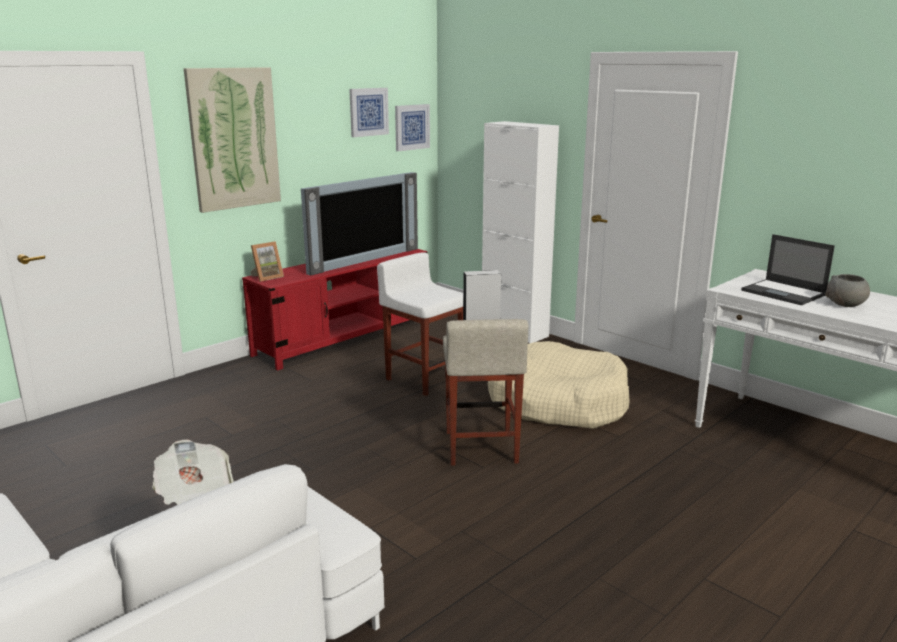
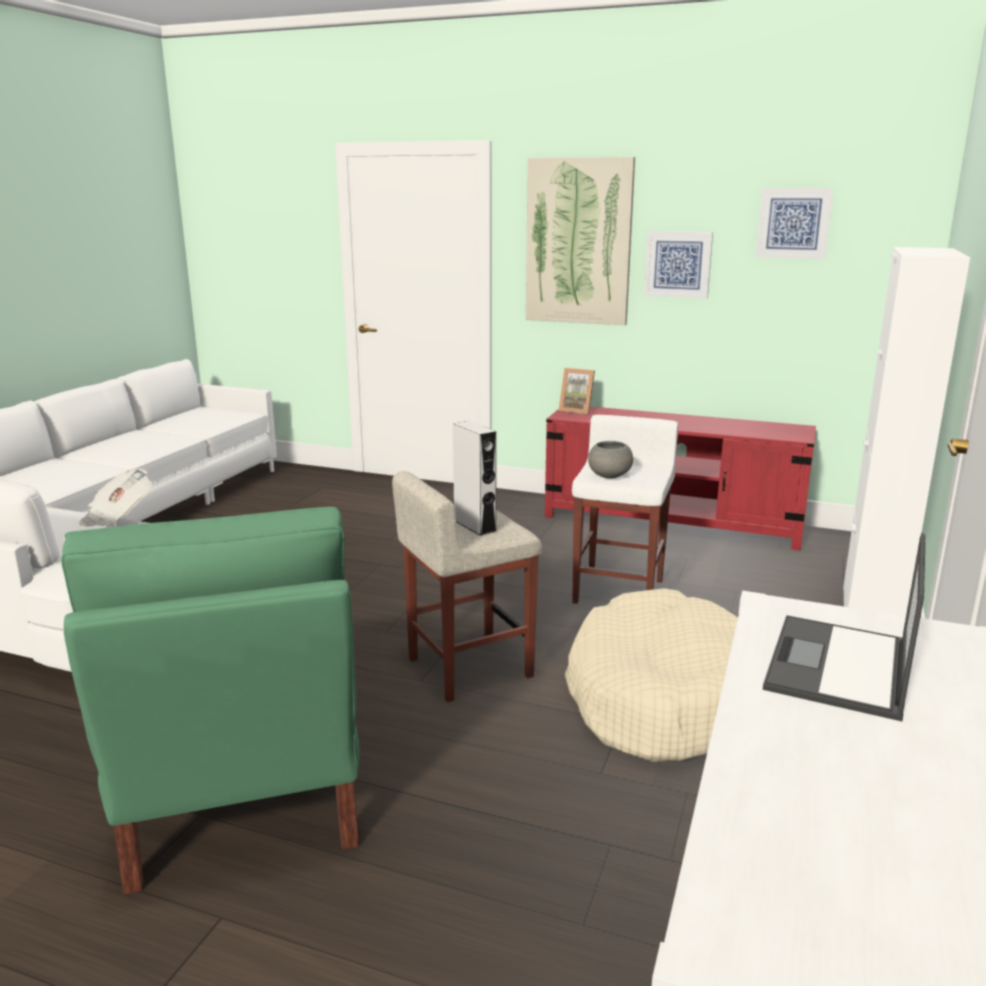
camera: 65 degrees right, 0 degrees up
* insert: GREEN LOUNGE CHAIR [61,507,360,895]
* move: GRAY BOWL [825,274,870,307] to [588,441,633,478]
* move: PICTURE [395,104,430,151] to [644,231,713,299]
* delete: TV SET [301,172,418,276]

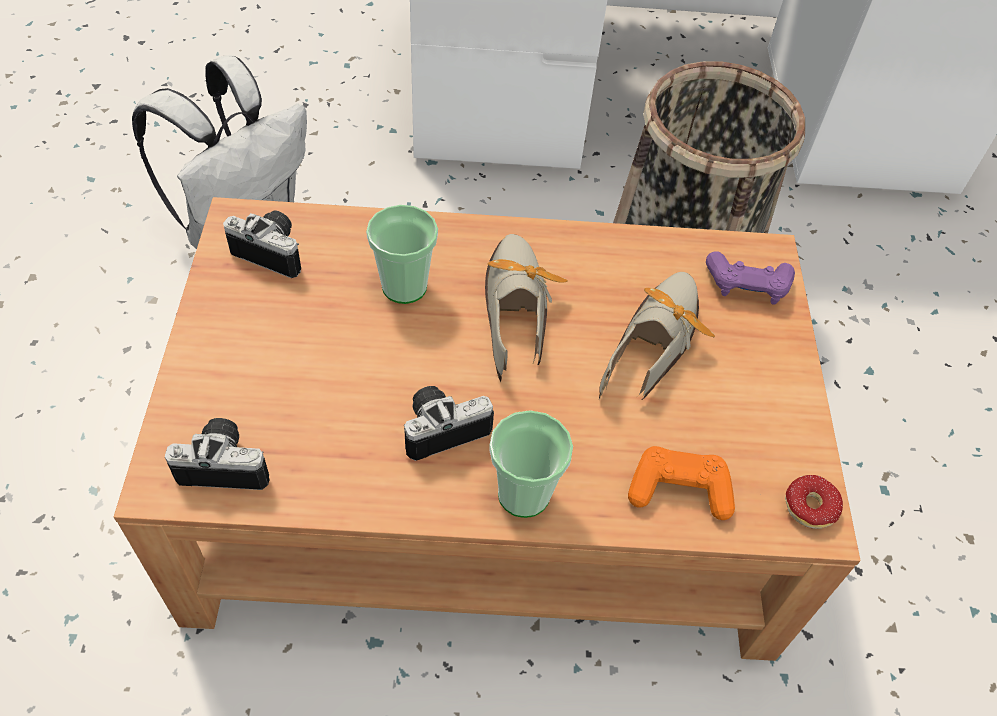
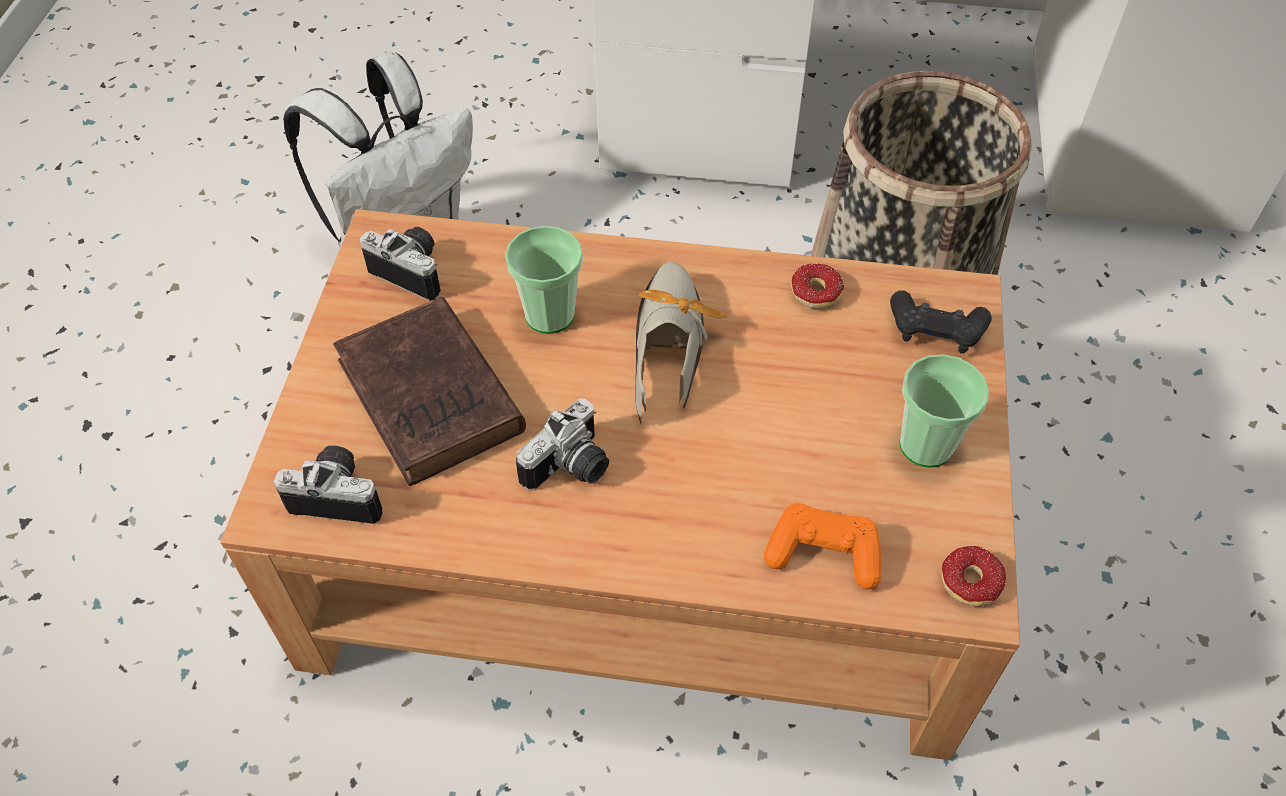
camera: 10 degrees right, 0 degrees up
* insert: BROWN-COLOURED BOUND BOOK [333,297,526,486]
* rotate: STILL CAMERA [404,386,494,461] = [516,398,609,490] 150 degrees clockwise
* insert: DOUGHNUT [791,263,844,309]
* recolor: PURPLE-COLOURED GAMEPAD [706,251,795,305] to BLACK GAMEPAD [890,291,992,354]
* move: DRINKING CUP [489,410,573,518] to [899,354,989,467]
* delete: SHOE [599,272,715,400]

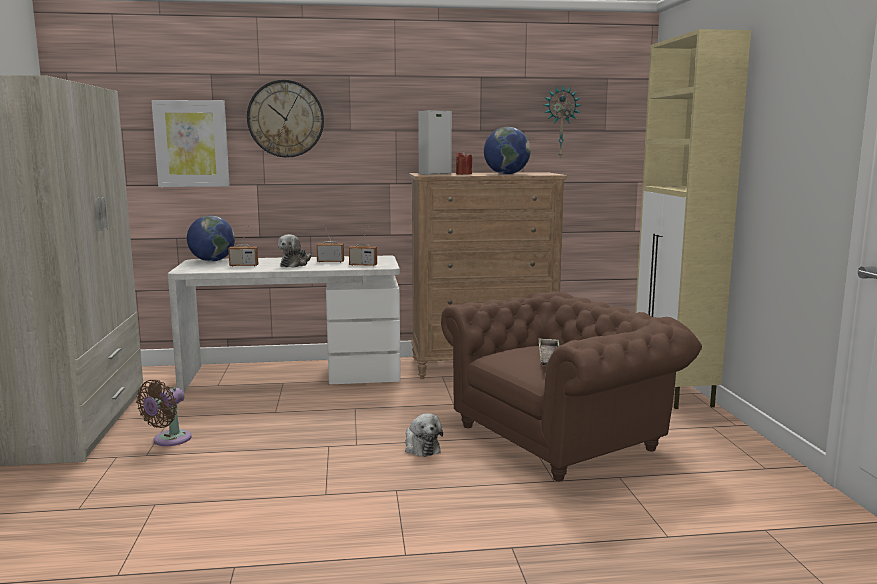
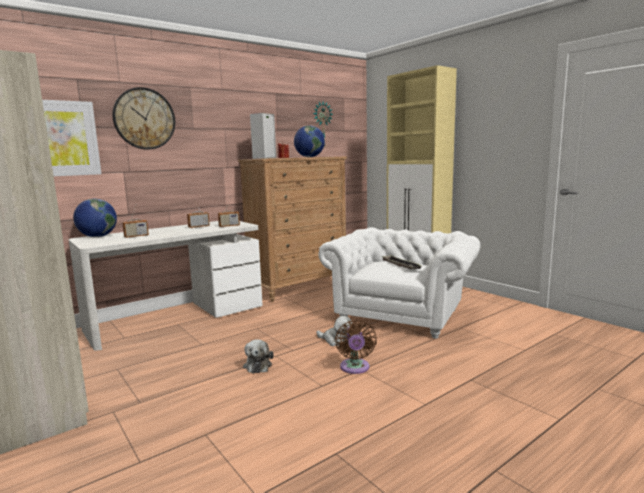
camera: 30 degrees left, 0 degrees up
* move: SOFT TOY [278,234,311,268] to [243,339,273,373]
* recolor: BROWN-COLOURED LOUNGE CHAIR [441,291,702,481] to WHITISH LOUNGE CHAIR [319,227,480,339]
* move: BROWN-COLOURED COOLING FAN [136,380,192,446] to [335,320,377,374]

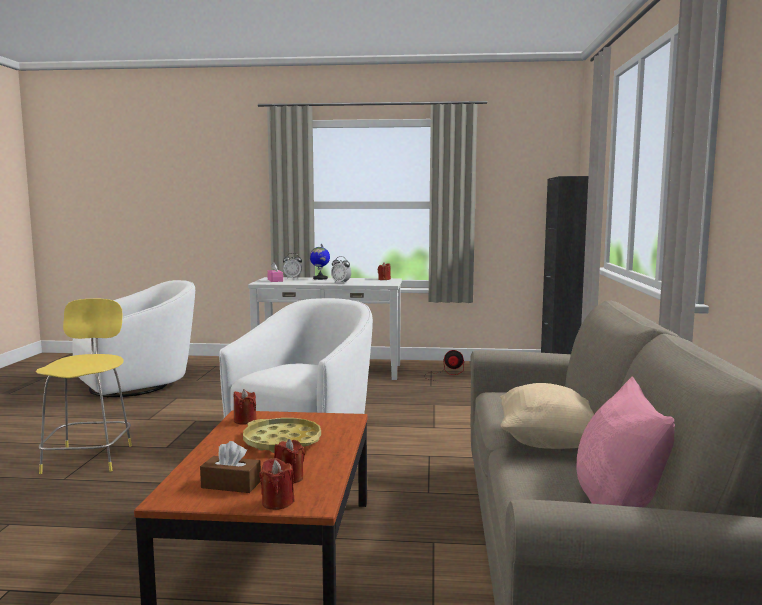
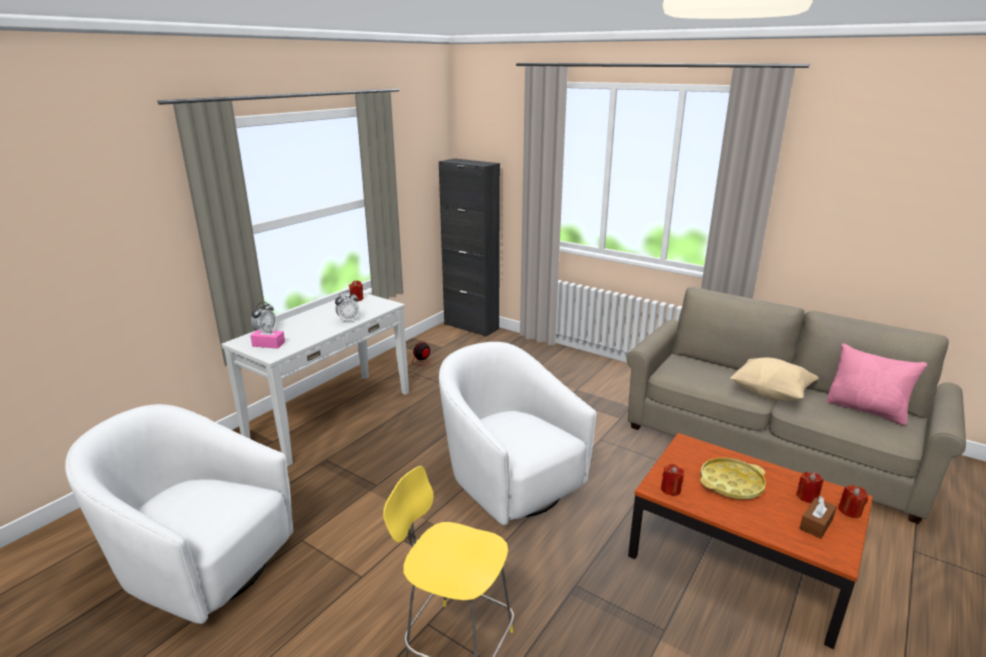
camera: 60 degrees left, 15 degrees up
* rotate: WHITISH LOUNGE CHAIR [72,280,195,398] = [65,404,293,624] 60 degrees counterclockwise
* delete: WORLD GLOBE [310,244,330,280]

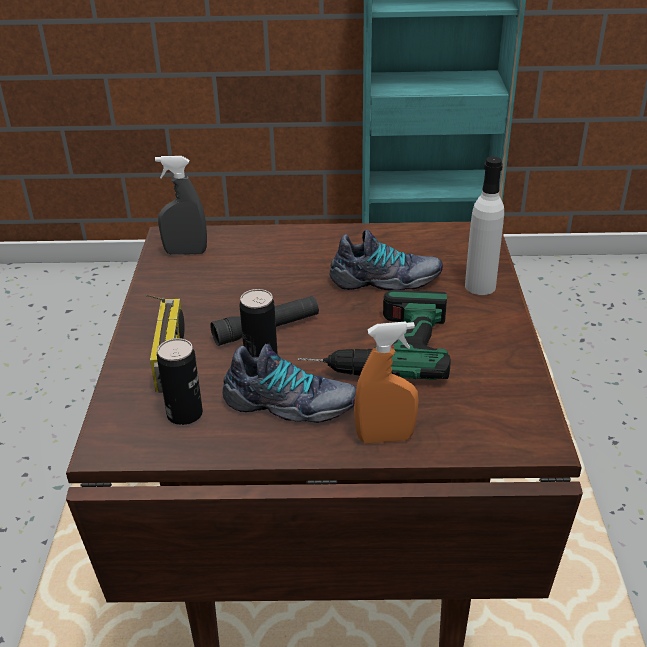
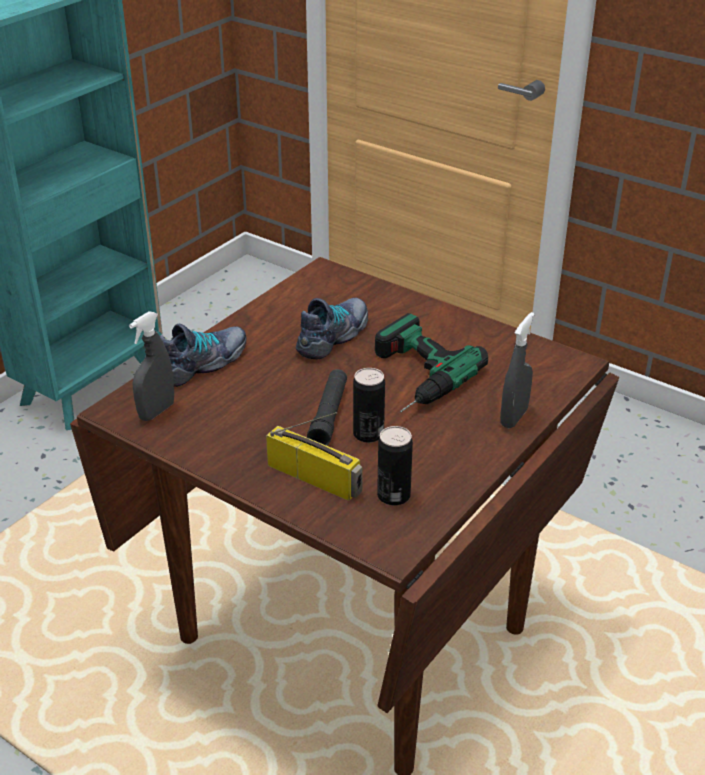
camera: 55 degrees left, 0 degrees up
* move: SHOE [223,344,356,423] to [160,324,246,387]
* recolor: ORANGEY HAND SPRAYER [354,321,419,444] to GRAY HAND SPRAYER [500,312,535,428]
* delete: WHITISH BOTTLE [465,157,504,295]

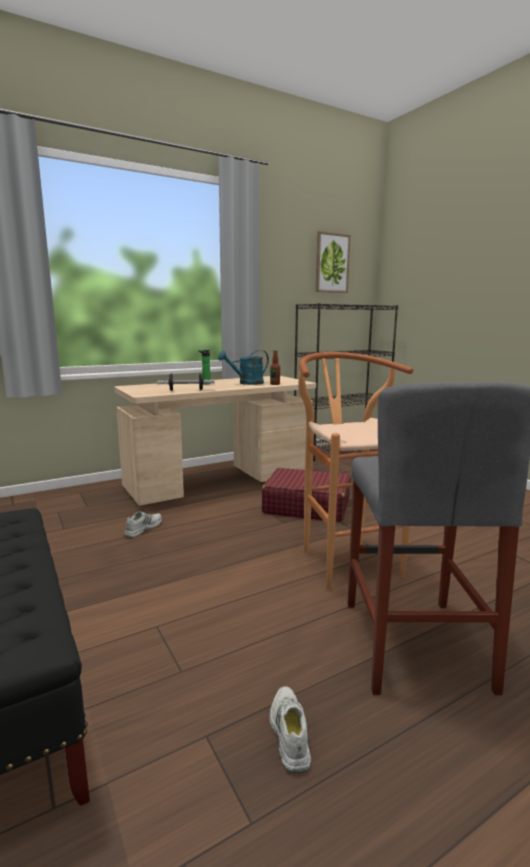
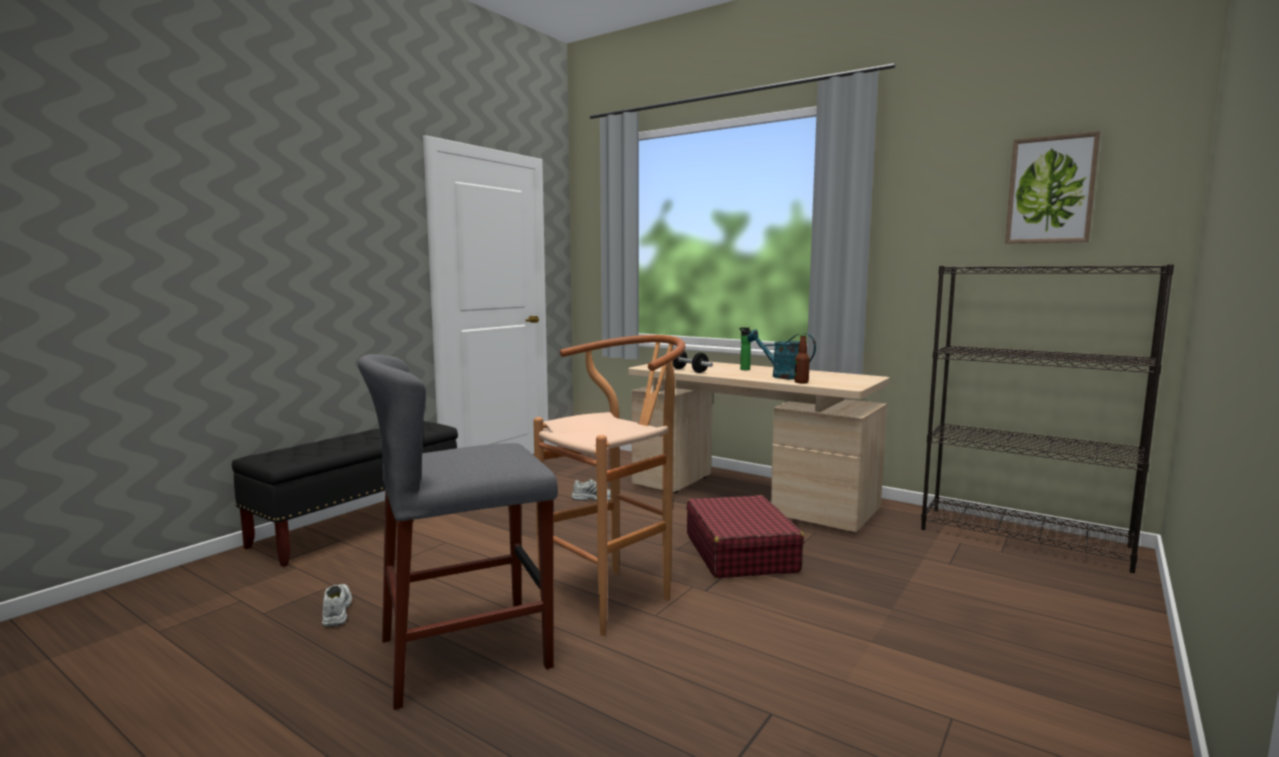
camera: 65 degrees right, 5 degrees down
* rotate: WHITISH SHOE [269,686,311,773] = [322,584,352,627] 75 degrees counterclockwise

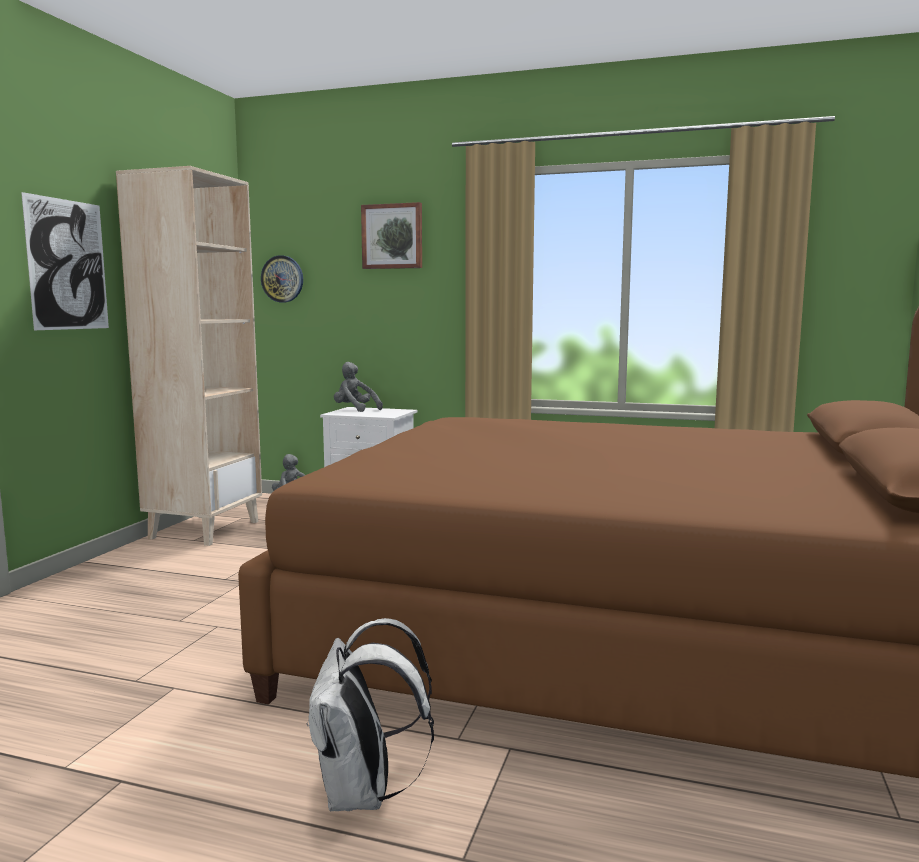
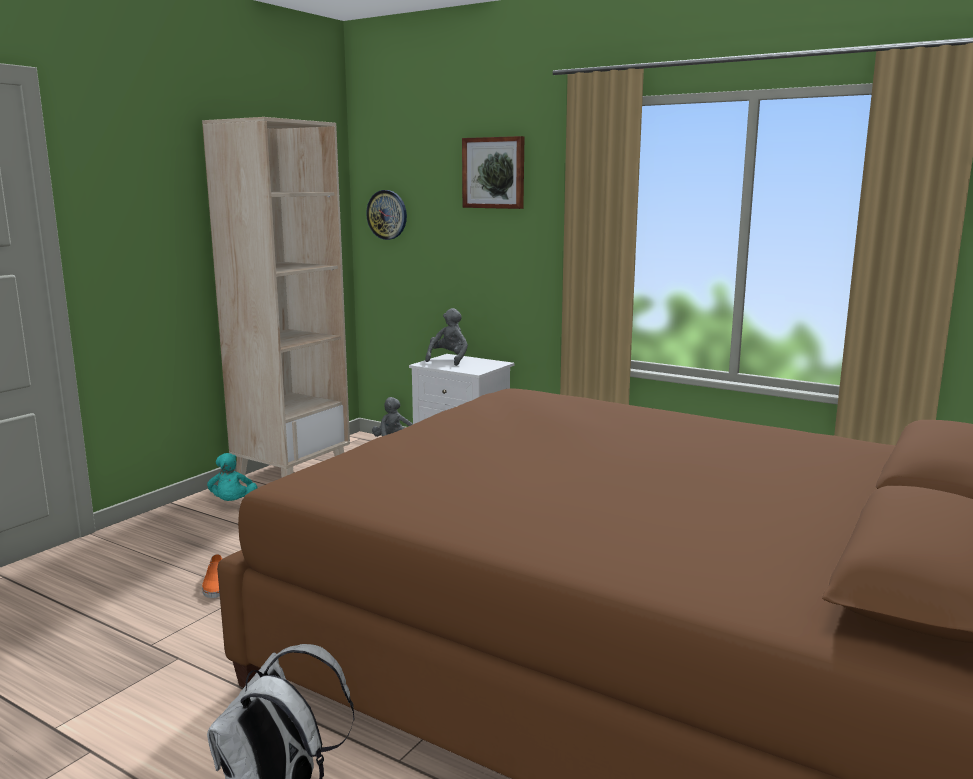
camera: 15 degrees right, 5 degrees up
* insert: ORANGEY SHOE [202,554,222,598]
* insert: TURQUOISE SOFT TOY [207,453,258,501]
* rotate: GRAY SOFT TOY [334,362,383,412] = [425,308,468,366] 60 degrees clockwise
* delete: PICTURE [21,192,109,330]

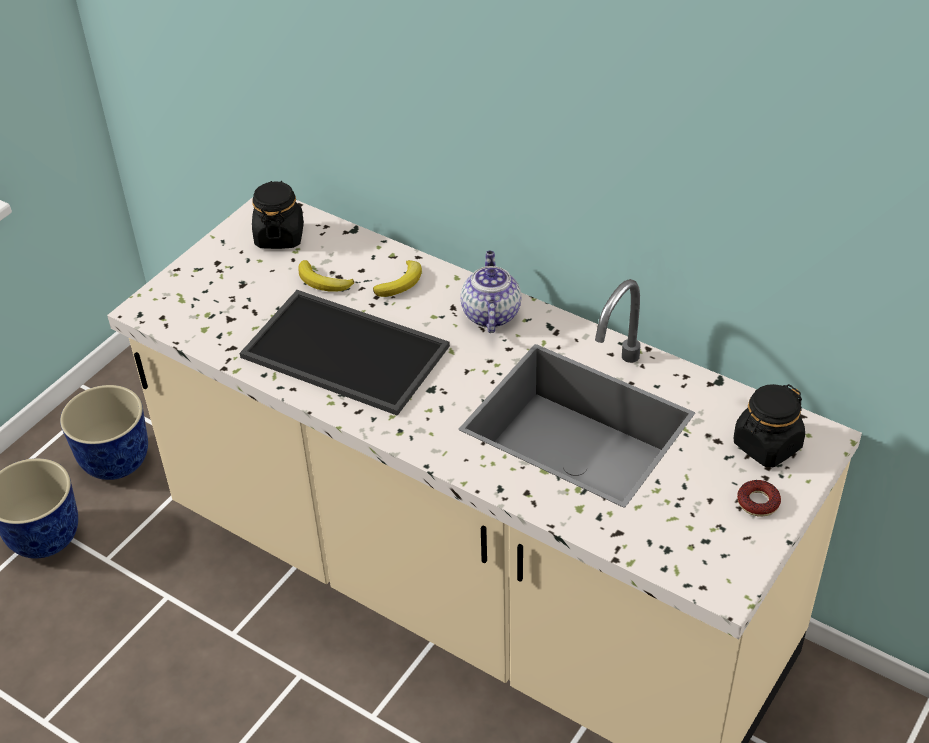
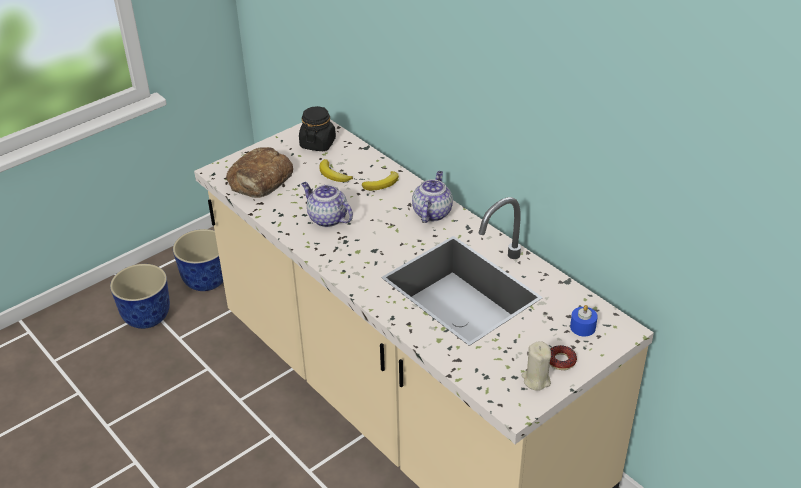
camera: 15 degrees right, 5 degrees down
* insert: BAKERY BREAD [226,147,293,198]
* replace: CARRYING TRAY [240,290,450,416] to TEAPOT [301,182,353,227]
* insert: SAND-COLOURED CANDLE [521,341,551,391]
* replace: BLACK PRESERVE JAR [734,384,805,467] to BLUE-COLOURED CANDLE [570,305,598,337]

